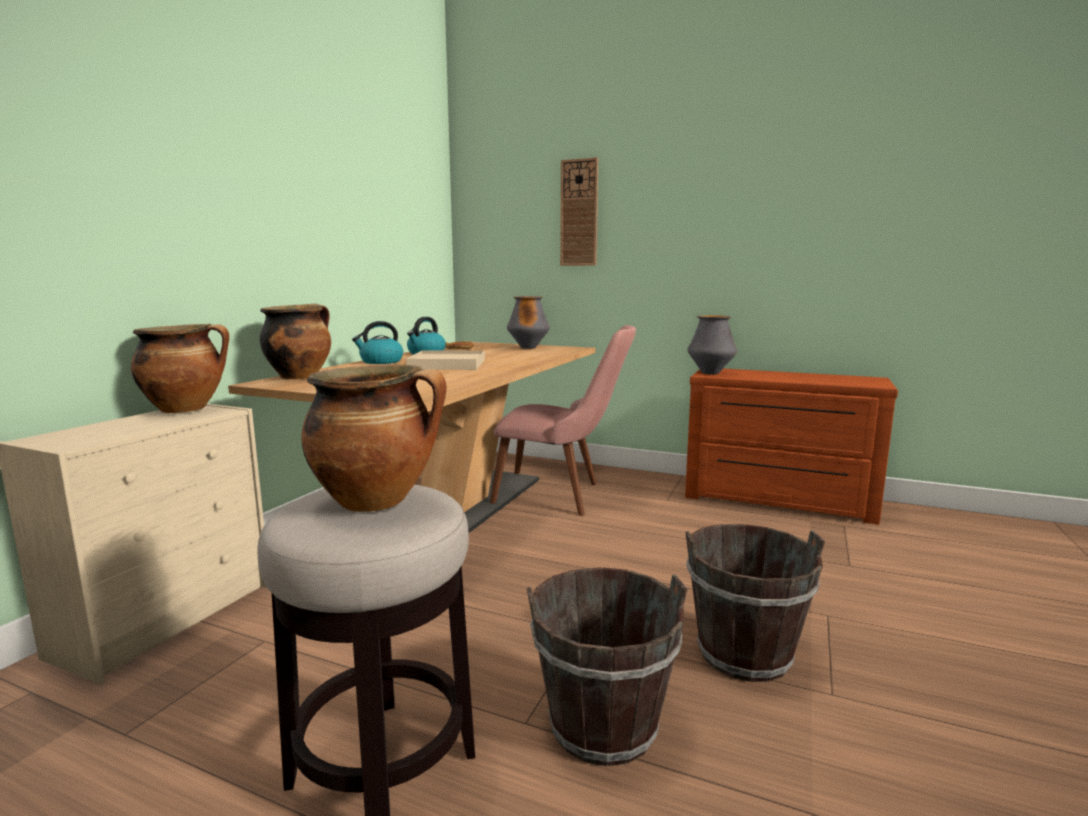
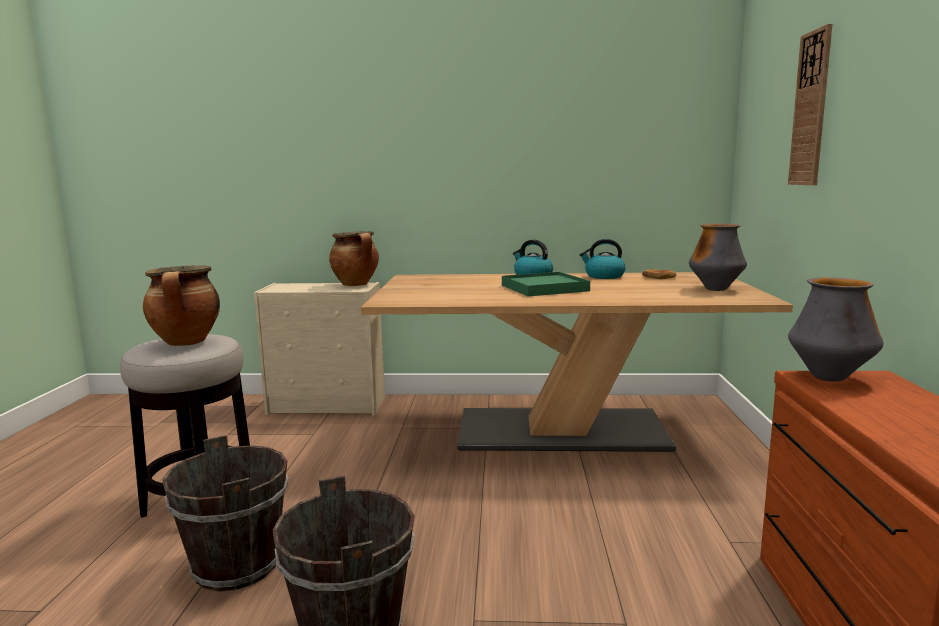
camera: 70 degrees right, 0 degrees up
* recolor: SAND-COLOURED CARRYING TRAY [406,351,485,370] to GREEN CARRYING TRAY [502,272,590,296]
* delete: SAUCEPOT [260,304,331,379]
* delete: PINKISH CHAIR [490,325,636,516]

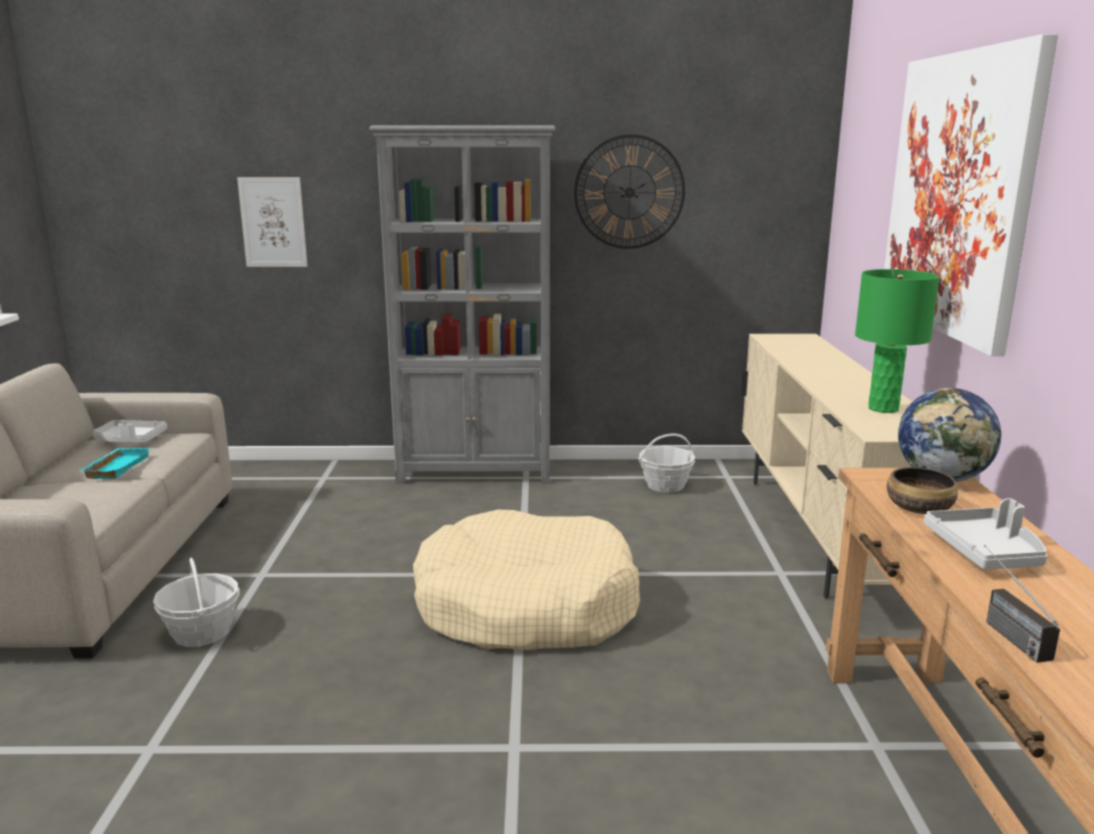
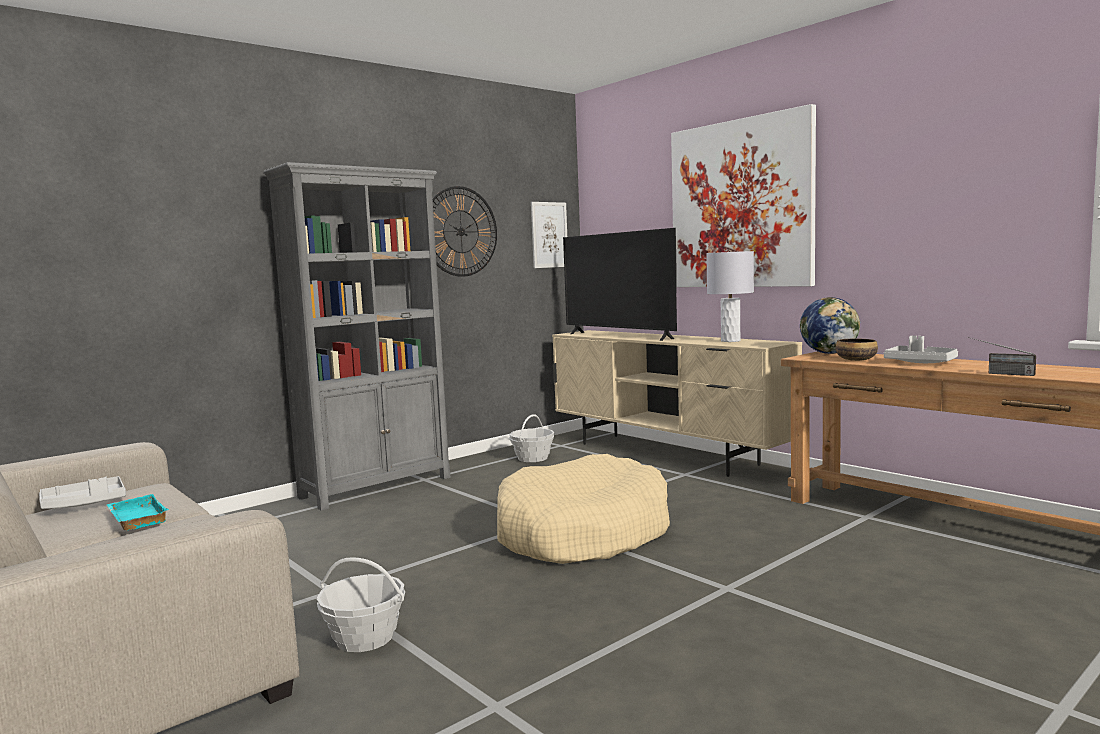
camera: 40 degrees left, 10 degrees down
* move: PICTURE [237,177,307,267] to [531,202,567,268]
* insert: TV SET [563,228,677,341]
* recolor: GREEN TABLE LAMP [855,269,940,413] to GRAY TABLE LAMP [706,251,754,342]

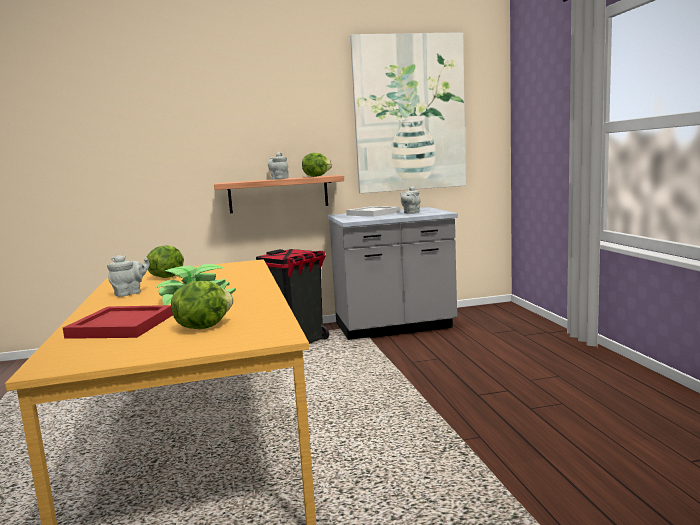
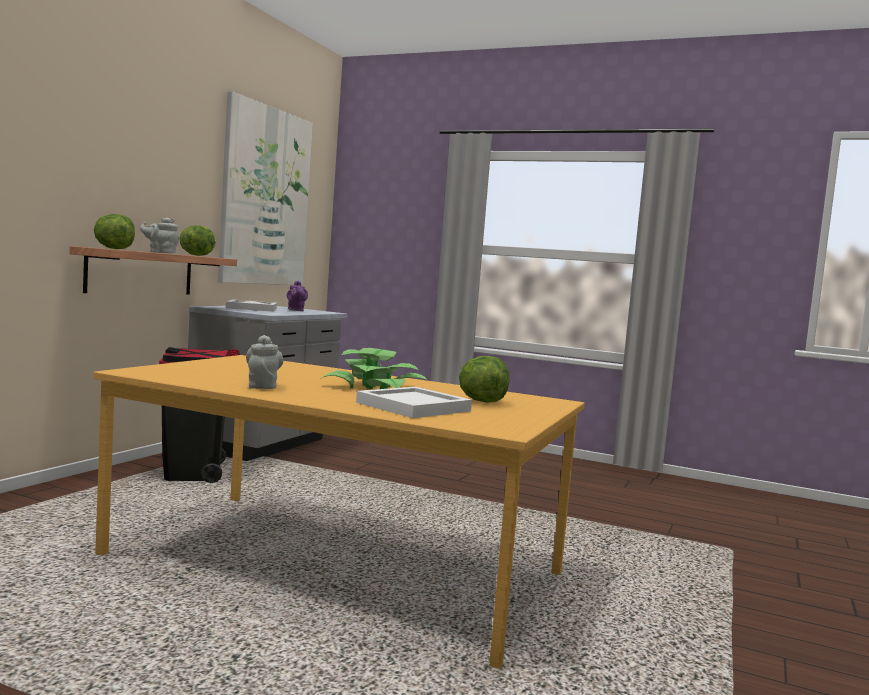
camera: 55 degrees left, 5 degrees down
* move: HEAD OF LETTUCE [146,246,184,278] to [94,214,135,249]
* recolor: GRAY TEAPOT [400,186,420,214] to PURPLE-COLOURED TEAPOT [287,281,308,311]
* recolor: RED-COLOURED CARRYING TRAY [63,305,173,339] to WHITISH CARRYING TRAY [356,387,472,418]

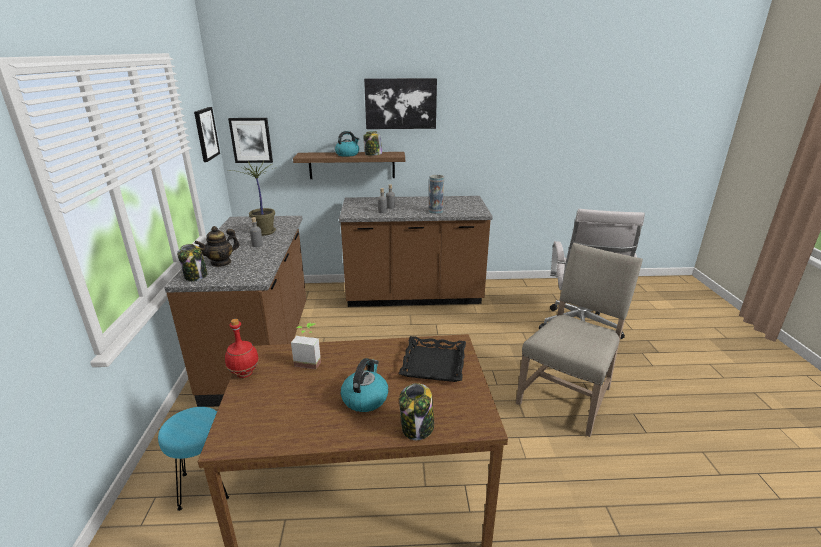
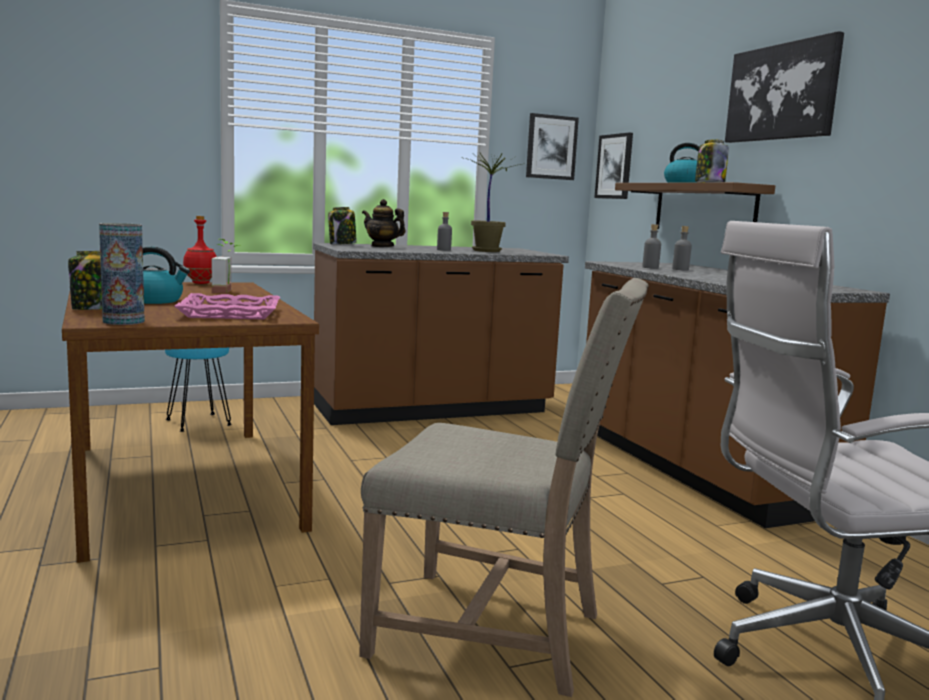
camera: 70 degrees right, 15 degrees down
* move: DECORATIVE VASE [429,175,444,214] to [99,223,145,325]
* recolor: BLACK CARRYING TRAY [399,336,466,382] to PINKISH CARRYING TRAY [175,293,280,319]

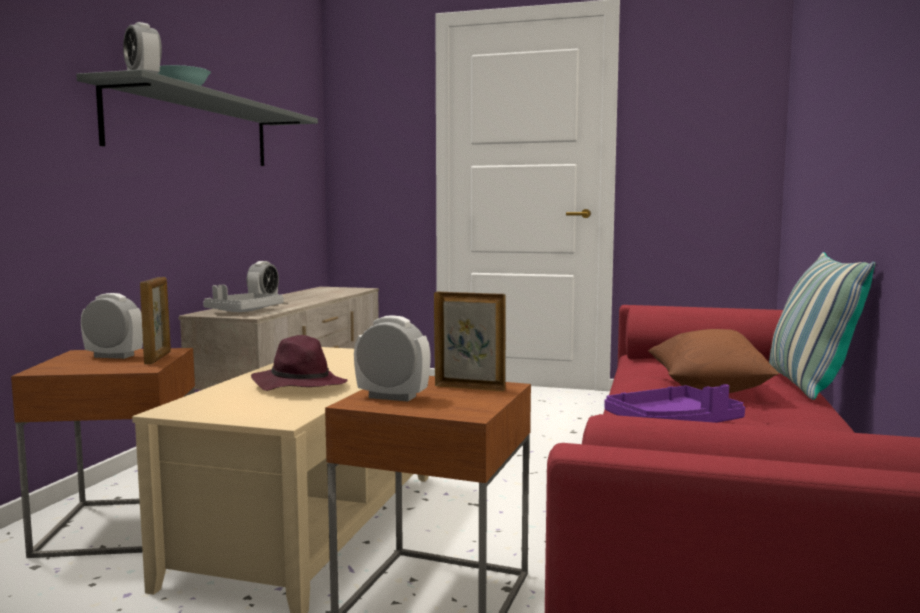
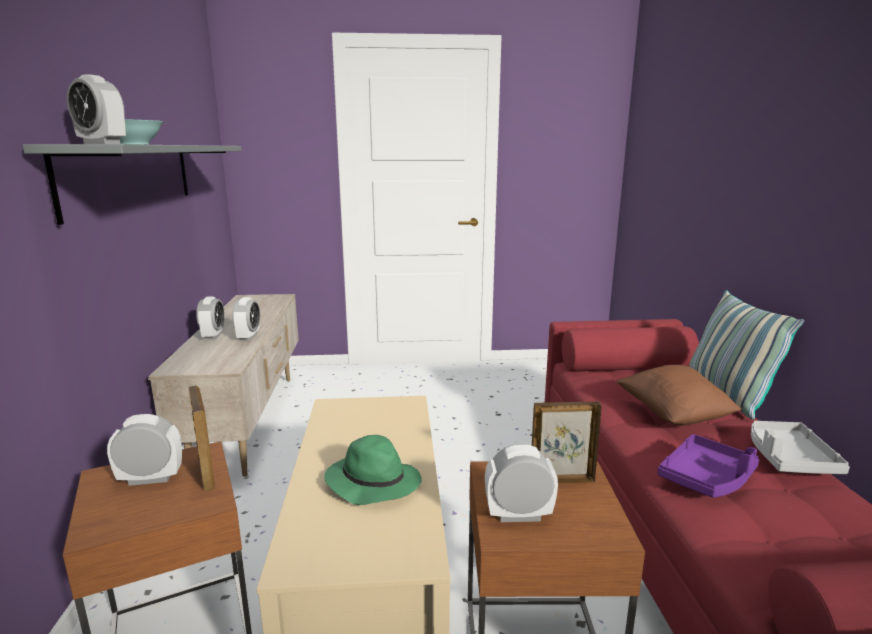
camera: 20 degrees left, 10 degrees up
* insert: ALARM CLOCK [232,297,260,341]
* recolor: PURPLE-COLOURED HAT [251,335,348,391] to GREEN HAT [324,435,422,505]
* move: GRAY CARRYING TRAY [203,285,284,312] to [751,421,850,474]

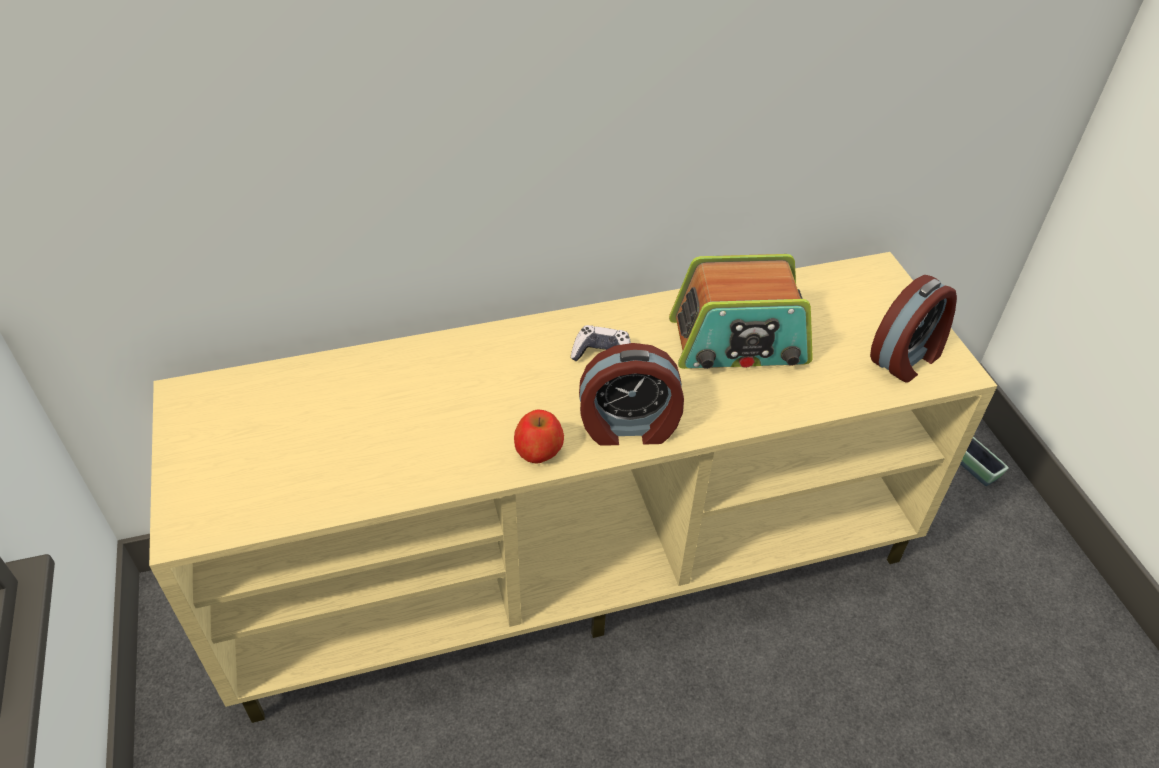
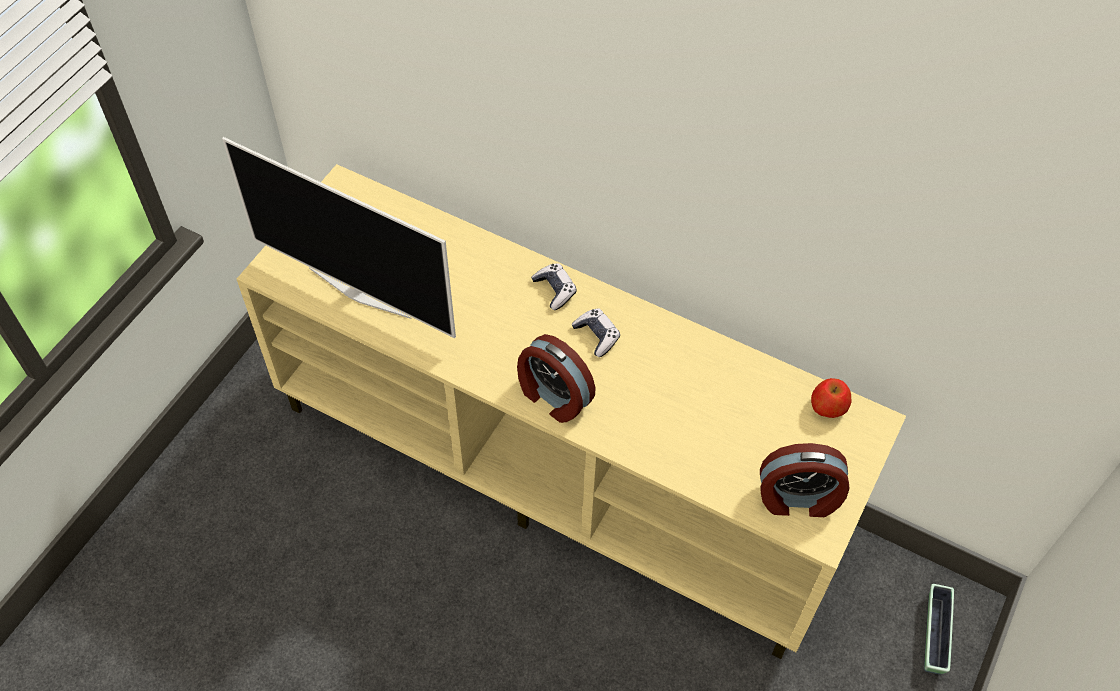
camera: 45 degrees right, 10 degrees up
* insert: TV SET [222,137,456,338]
* insert: GAMEPAD [531,263,577,310]
* move: WHOLE APPLE [514,409,564,464] to [811,378,852,418]
* delete: RADIO SET [669,254,813,369]

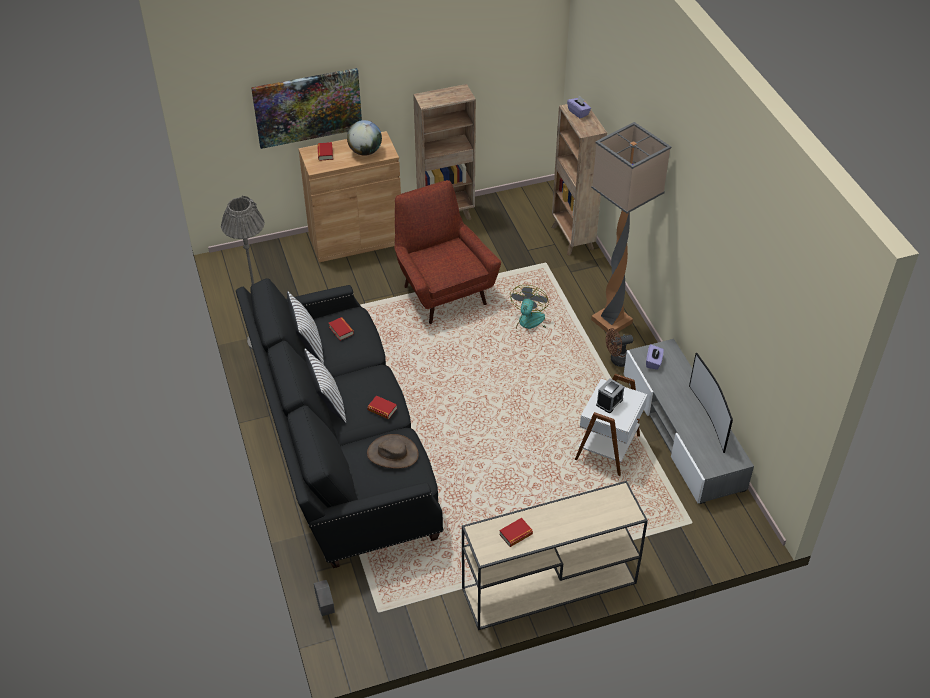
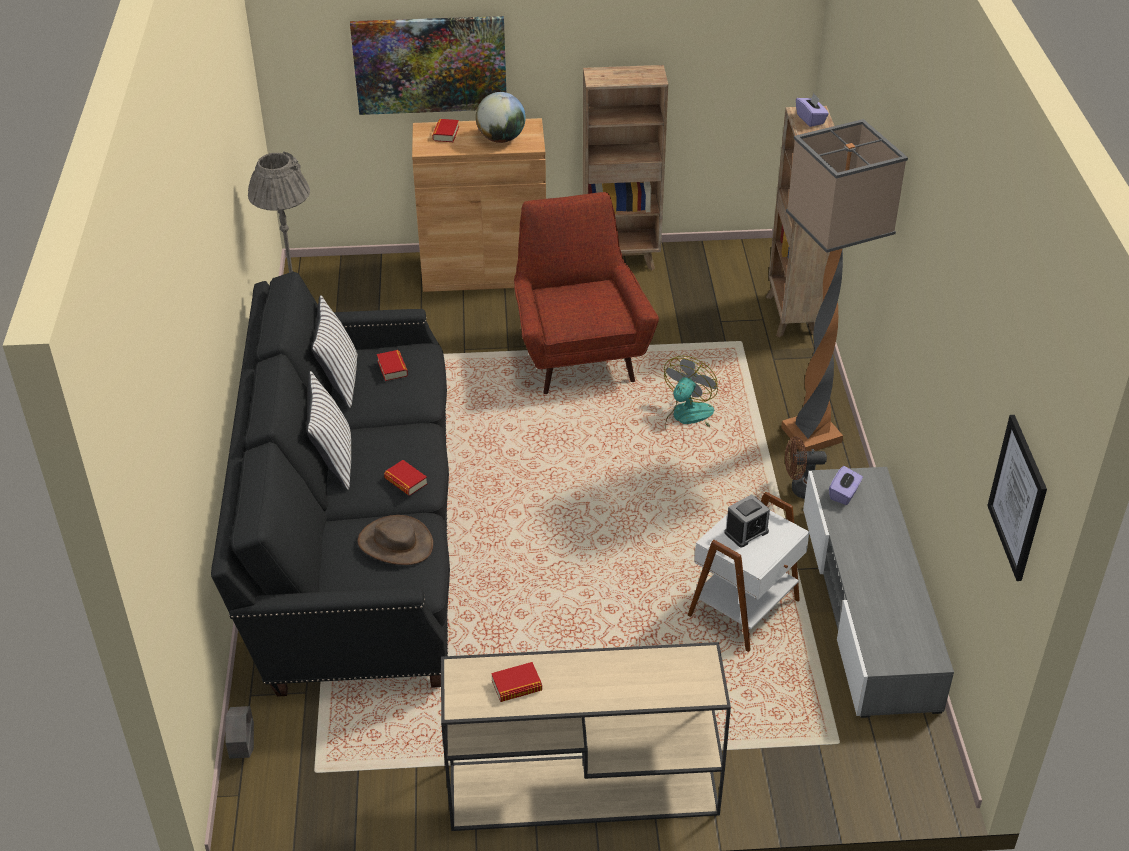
camera: 15 degrees right, 5 degrees down
* insert: PICTURE [987,415,1047,581]
* delete: TV SET [689,353,733,453]

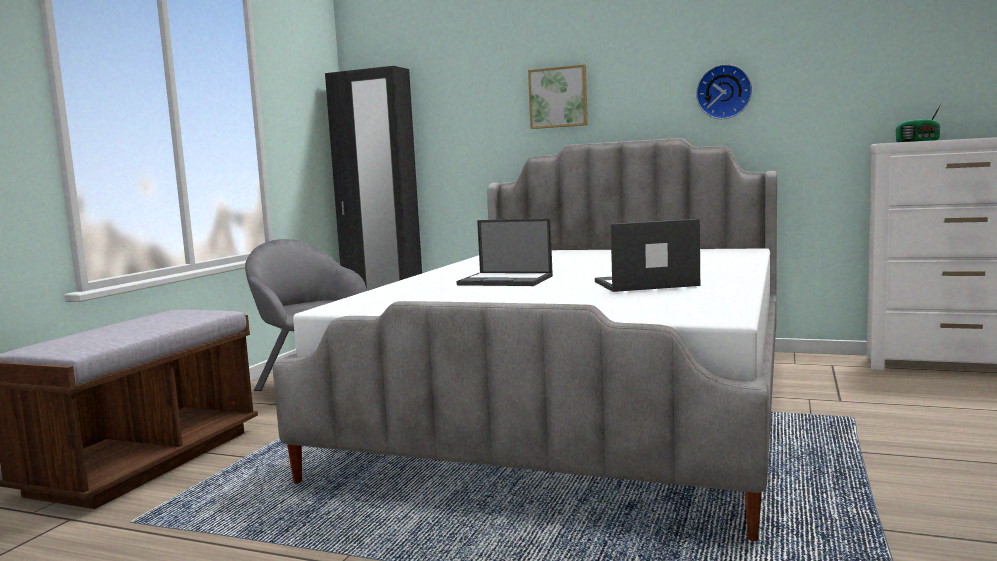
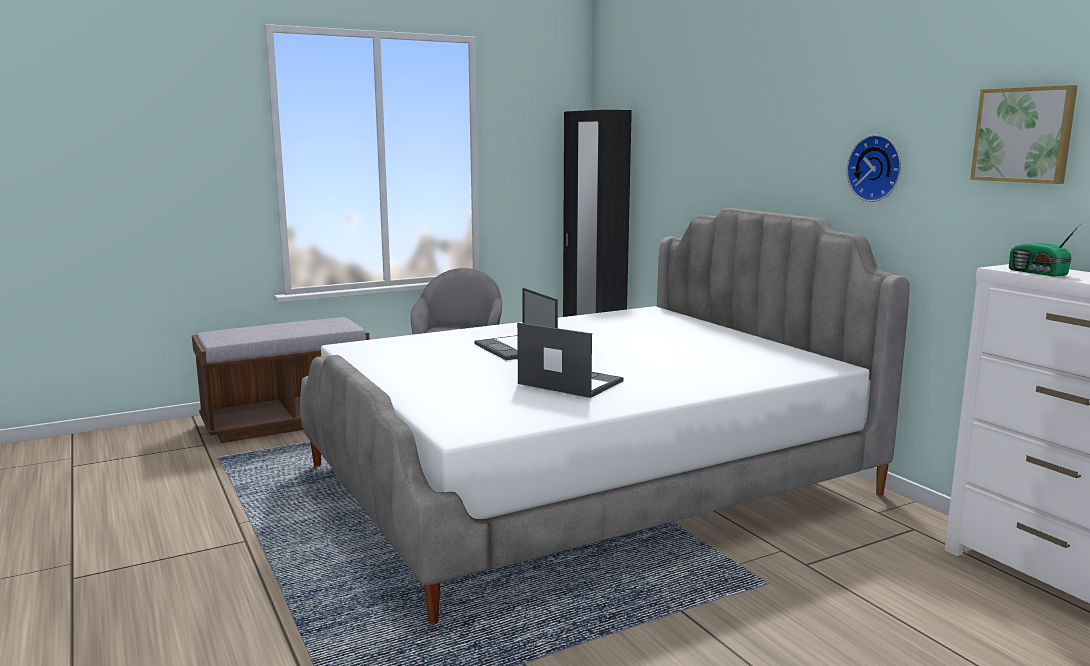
camera: 40 degrees right, 5 degrees up
* move: PICTURE [528,65,588,129] to [970,85,1078,184]

